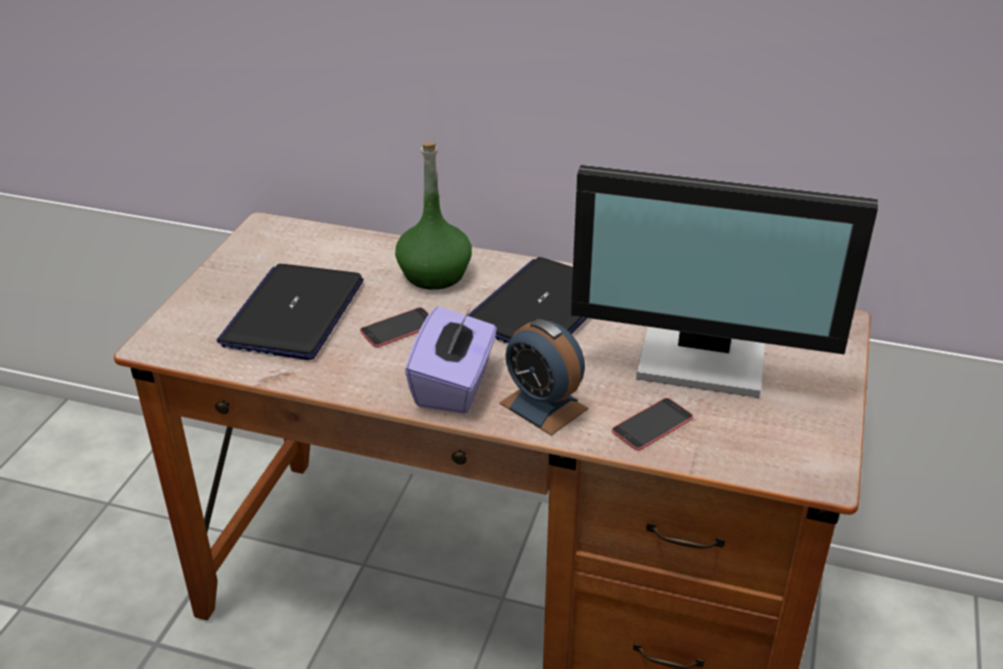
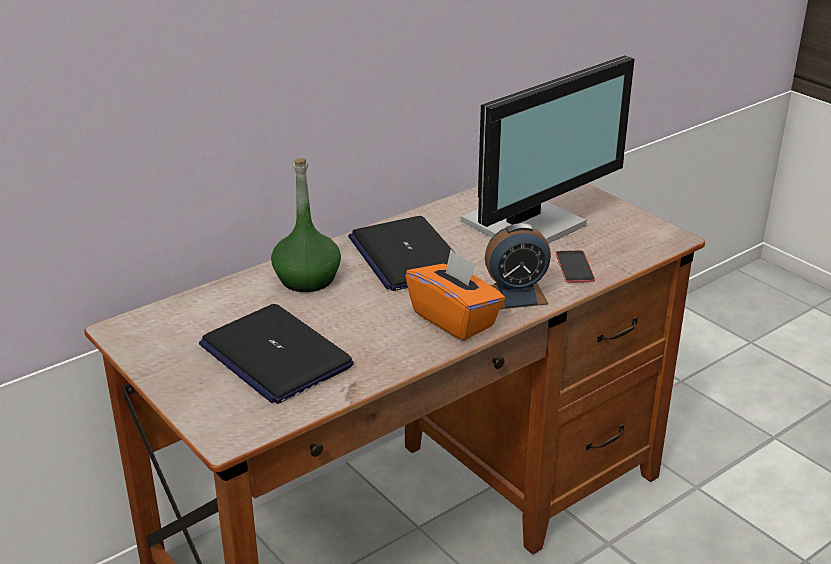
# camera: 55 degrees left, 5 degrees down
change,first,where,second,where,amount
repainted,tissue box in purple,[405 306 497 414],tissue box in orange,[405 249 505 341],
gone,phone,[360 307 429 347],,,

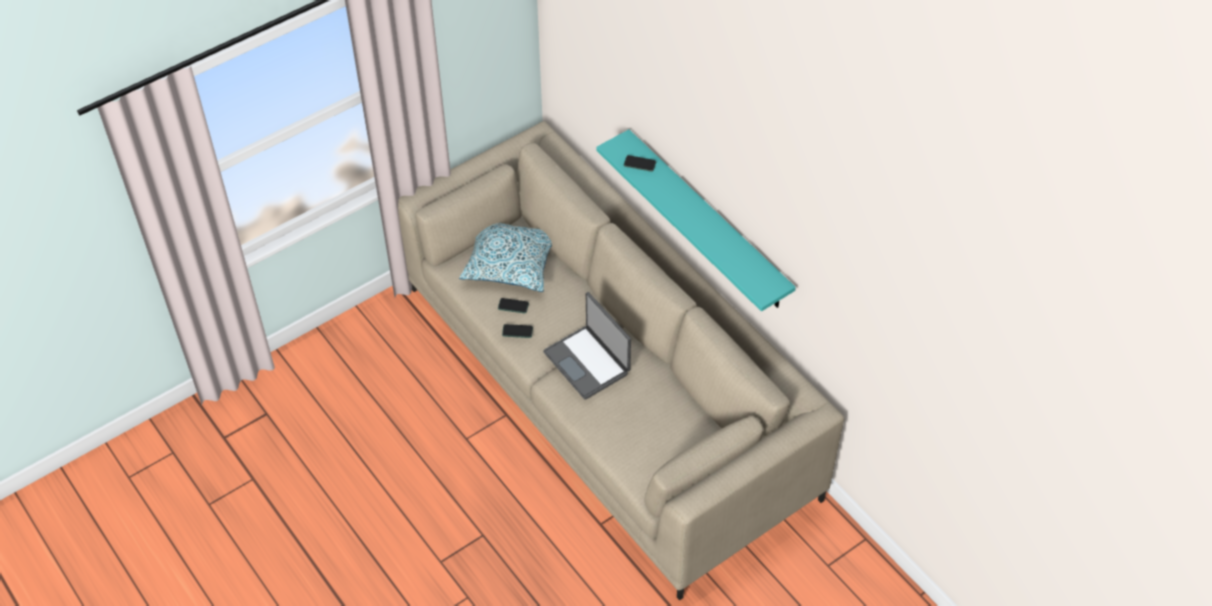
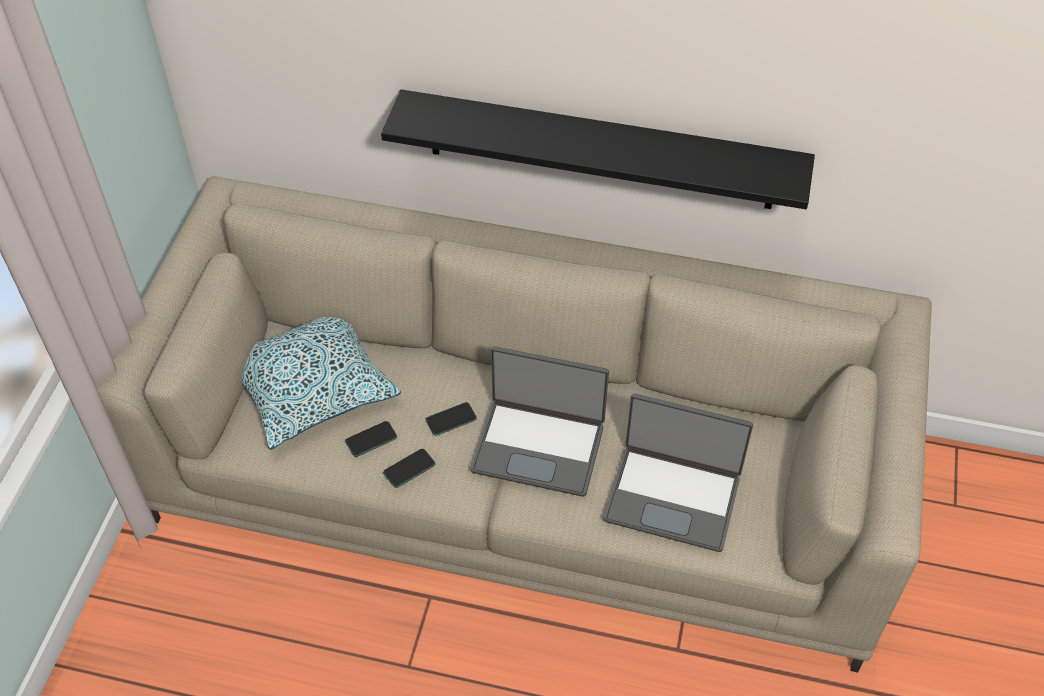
# camera: 40 degrees left, 0 degrees up
change,first,where,second,where,amount
repainted,shelf in turquoise,[596 129 796 311],shelf in black,[381 89 815 209],
shifted,phone,[624 155 656 172],,[425 402 477 436],
new,,,laptop,[603 393 753 552],

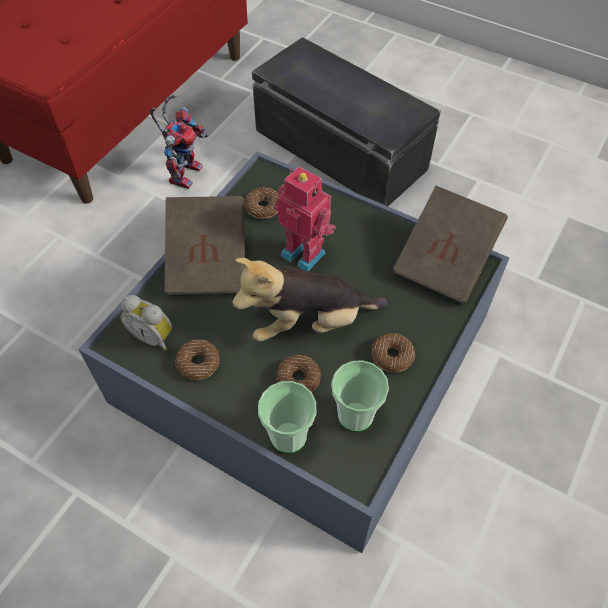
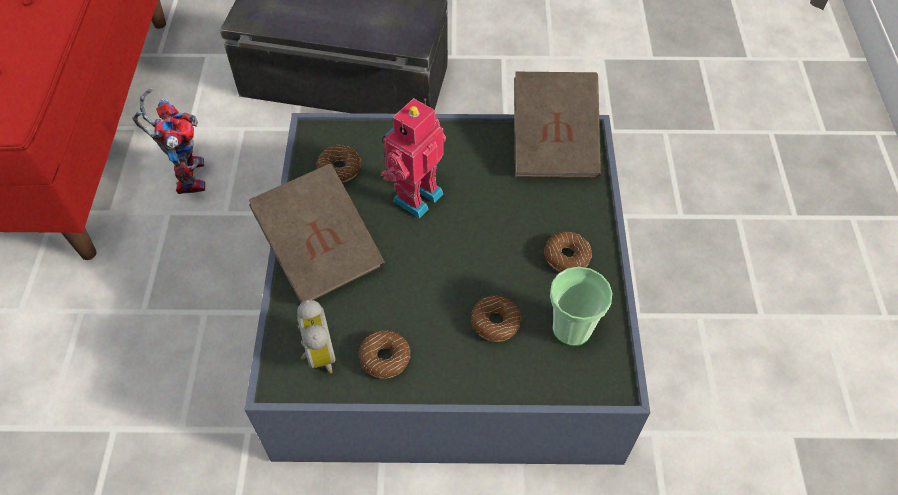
# camera: 30 degrees left, 0 degrees up
change,first,where,second,where,amount
rotated,alarm clock,[121 295 172 350],,[297 300 336 374],105 degrees counterclockwise
rotated,toy robot,[274 166 336 271],,[381 98 446 218],60 degrees counterclockwise
gone,plush toy,[233 258 387 342],,,
gone,cup,[258 381 316 453],,,

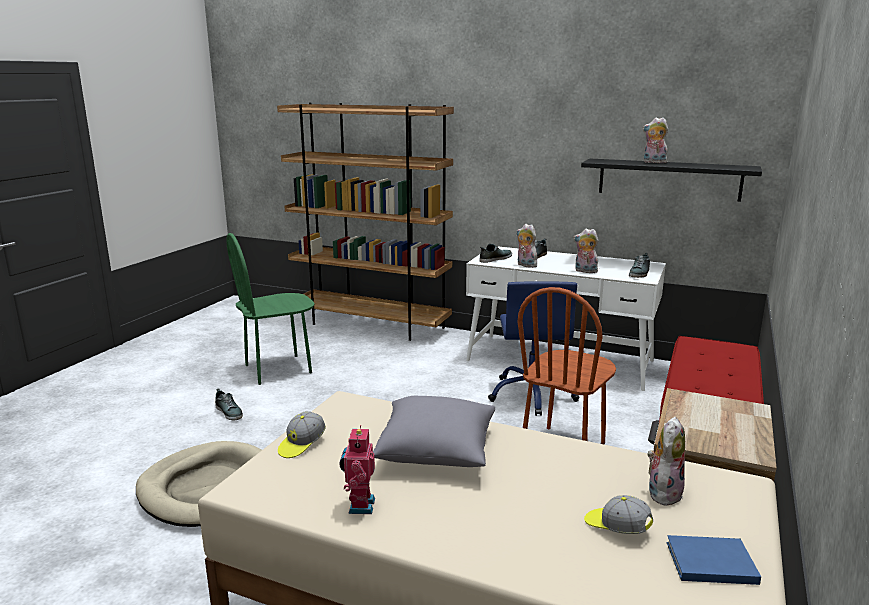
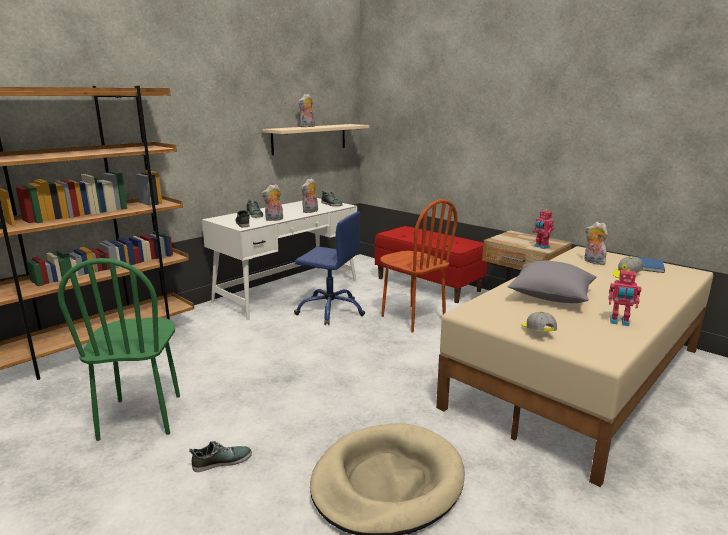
# camera: 70 degrees left, 0 degrees up
change,first,where,second,where,amount
repainted,shelf in black,[581 158 762 202],shelf in beige,[262 124 369 155],
rotated,cap,[278 411 326 458],,[521 311 557 332],150 degrees counterclockwise
new,,,toy robot,[533 209 554 249],

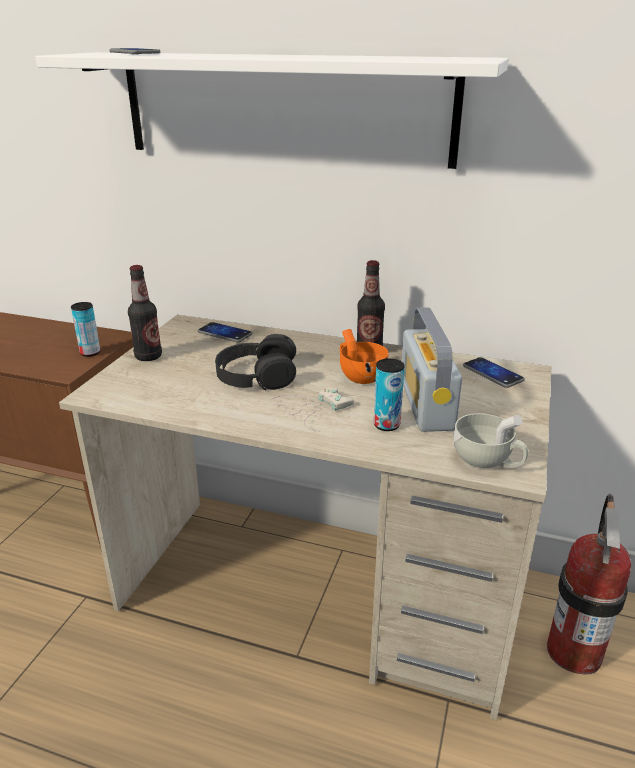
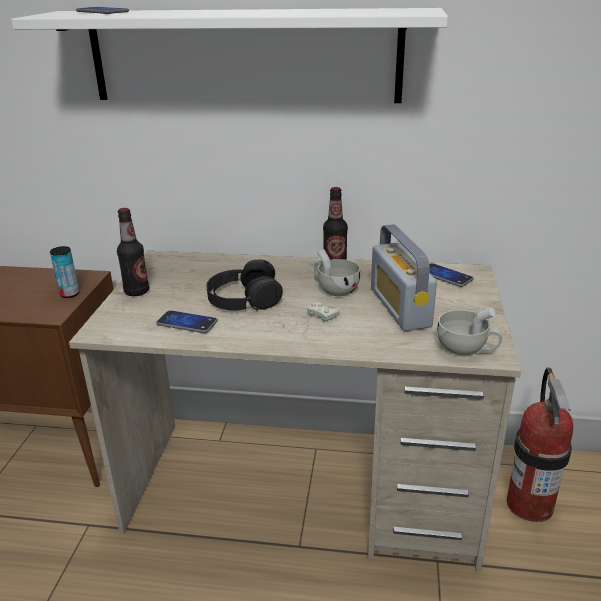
# camera: 10 degrees left, 0 degrees up
change,first,where,second,where,amount
shifted,phone,[198 322 252 343],,[156 310 218 333],
repainted,cup in orange,[340 329 388 384],cup in white,[314 249 360 296],
gone,can,[374 358 405 431],,,

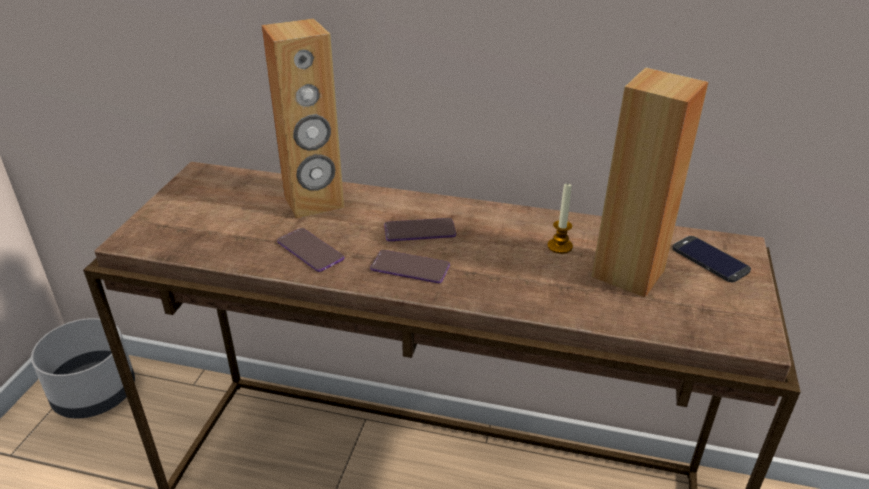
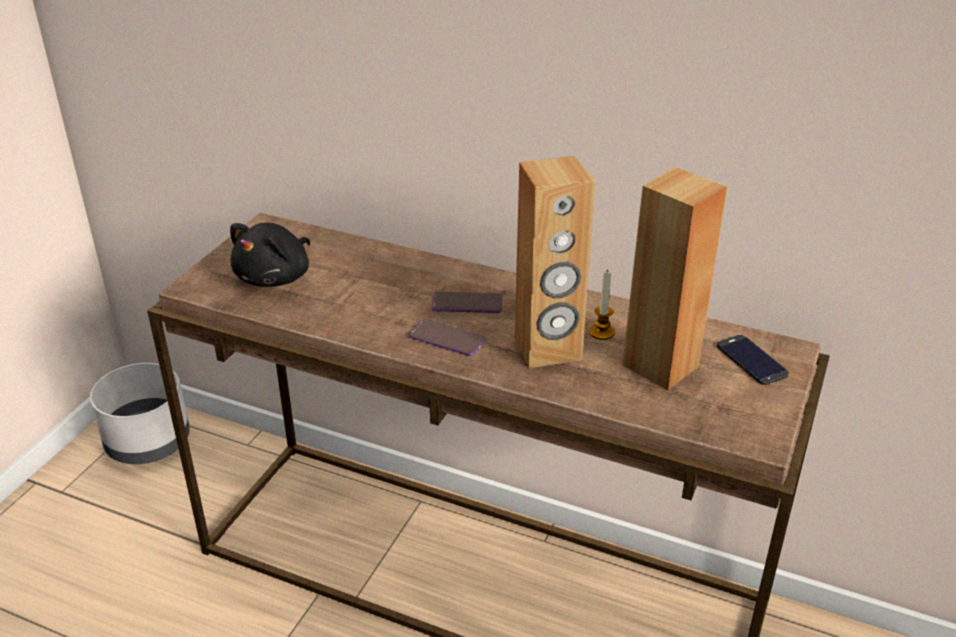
# camera: 10 degrees right, 0 degrees up
change,first,where,second,where,amount
new,,,plush toy in black,[230 223 310 287],
shifted,speaker in brown,[262 18 344 219],,[515 156 595 368],
gone,phone,[277 228 344 272],,,

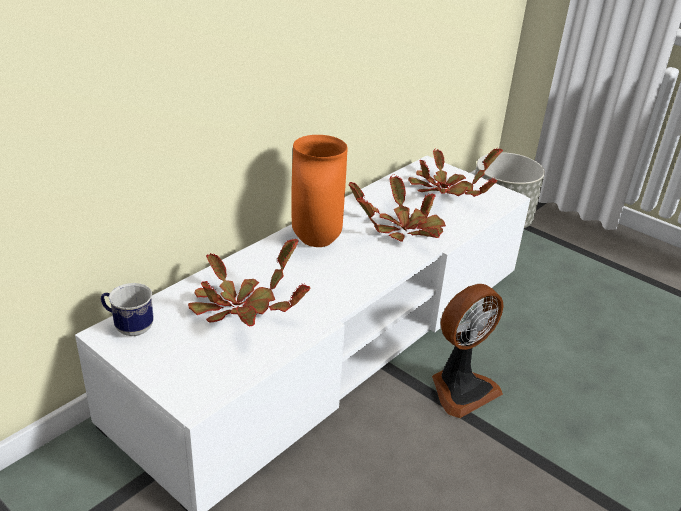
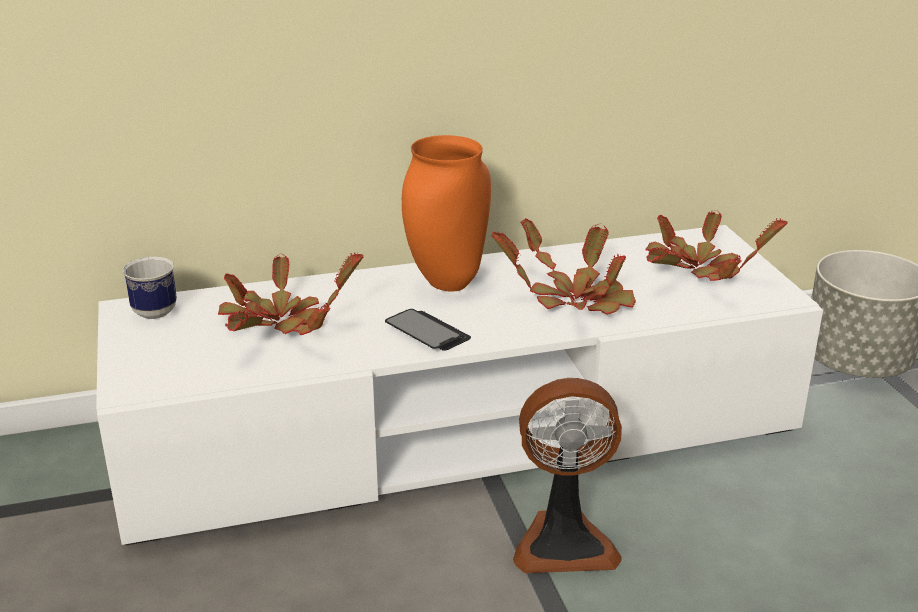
# camera: 35 degrees right, 5 degrees down
change,first,where,second,where,amount
new,,,phone,[385 309 471 351],

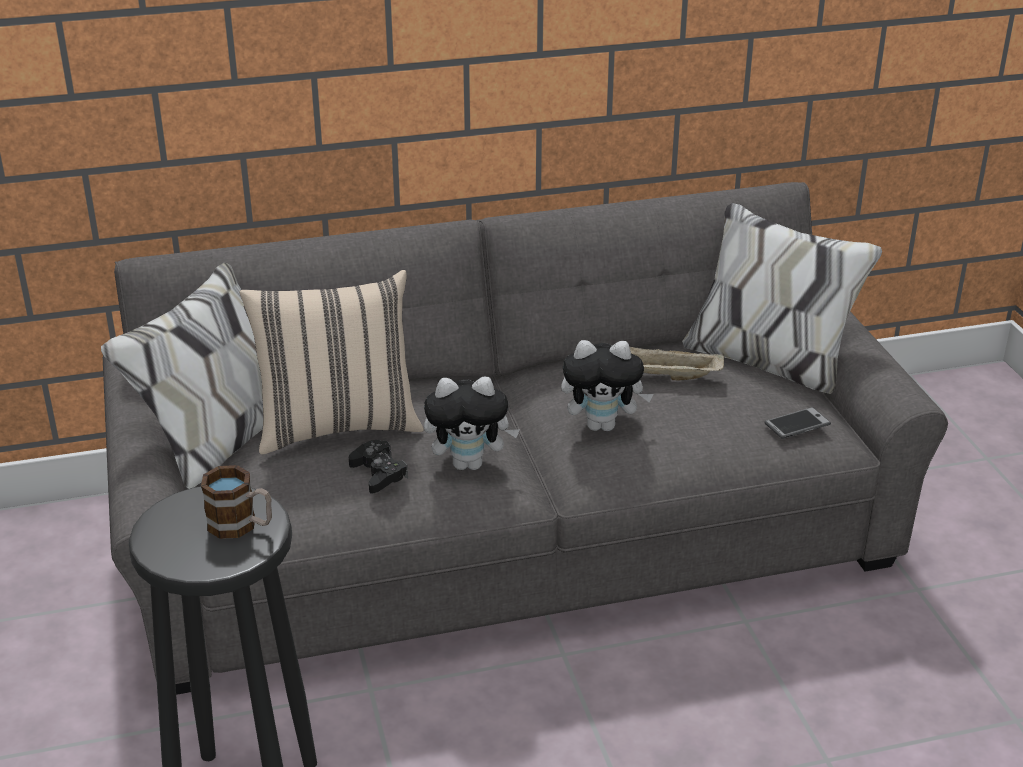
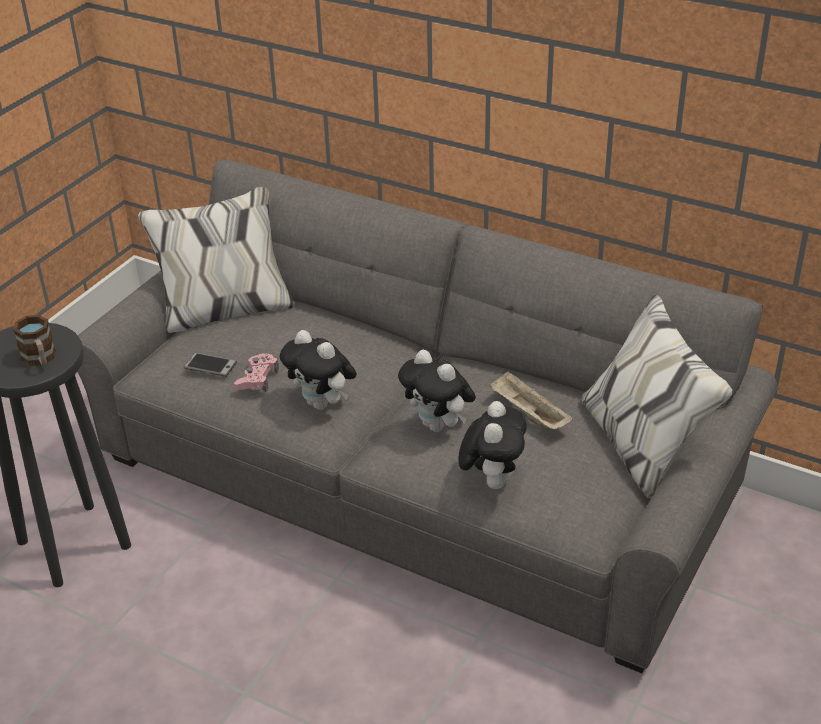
# camera: 45 degrees right, 5 degrees up
change,first,where,second,where,amount
shifted,phone,[765 407 831 439],,[184 353 237 377],
repainted,game controller in black,[349 440 408 494],game controller in pink,[234 354 279 392],
new,,,plush toy,[458 401 527 489],
gone,pillow in beige,[240 270 424 455],,,

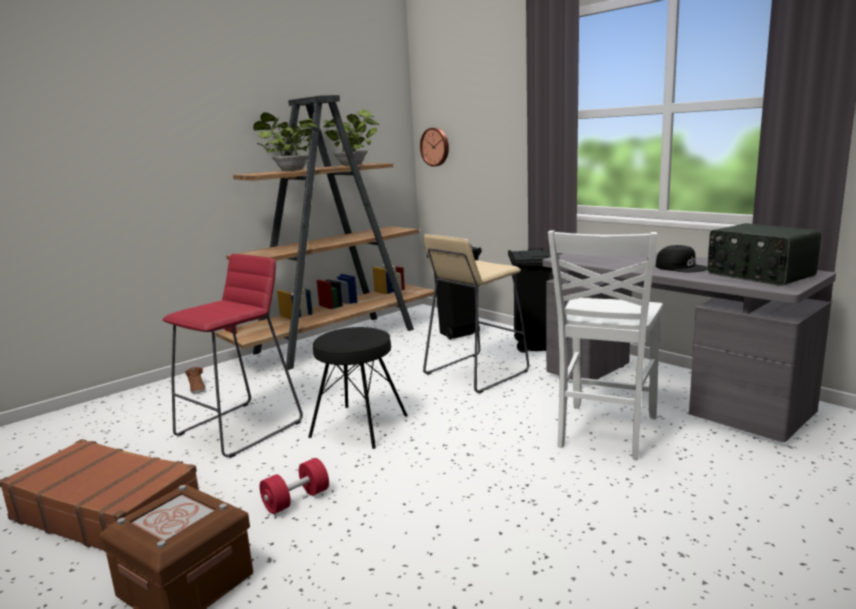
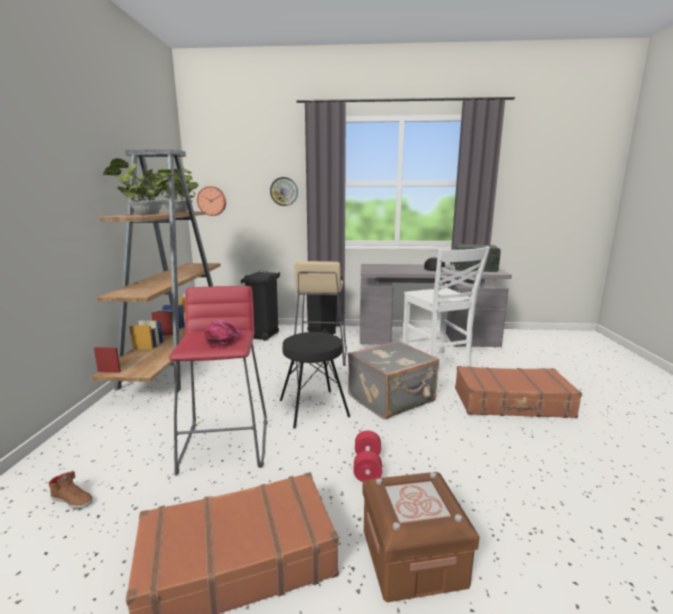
# camera: 45 degrees left, 0 degrees up
change,first,where,second,where,amount
shifted,shoe in brown,[185 367 205 393],,[48 471 93 509],
new,,,cap in pink,[204 320 243 347],
new,,,wall clock,[270 177 298 206],
new,,,suitcase in grey,[348 340 439 419],
new,,,suitcase in brown,[455 366 582 418],

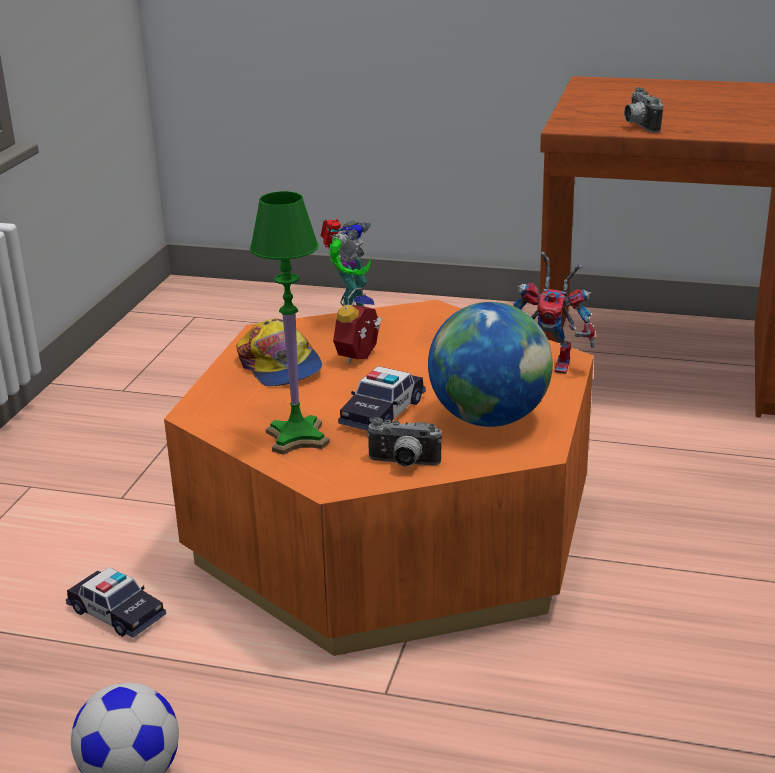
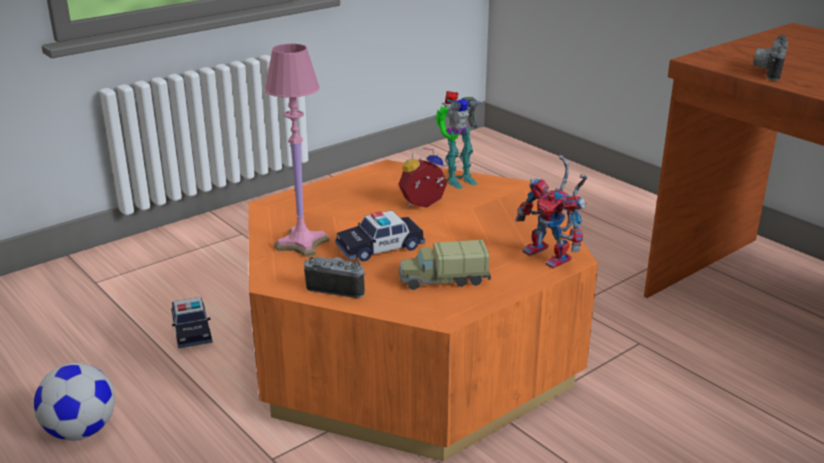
# camera: 35 degrees right, 0 degrees up
change,first,where,second,where,amount
repainted,table lamp in green,[250 191 330 455],table lamp in pink,[264 43 329 257],
rotated,photo camera,[366 417 442 467],,[304 257 366 298],150 degrees clockwise
swapped,globe,[428 302 553 427],toy truck,[398 240 491 290],
gone,cap,[236 318 322 386],,,

